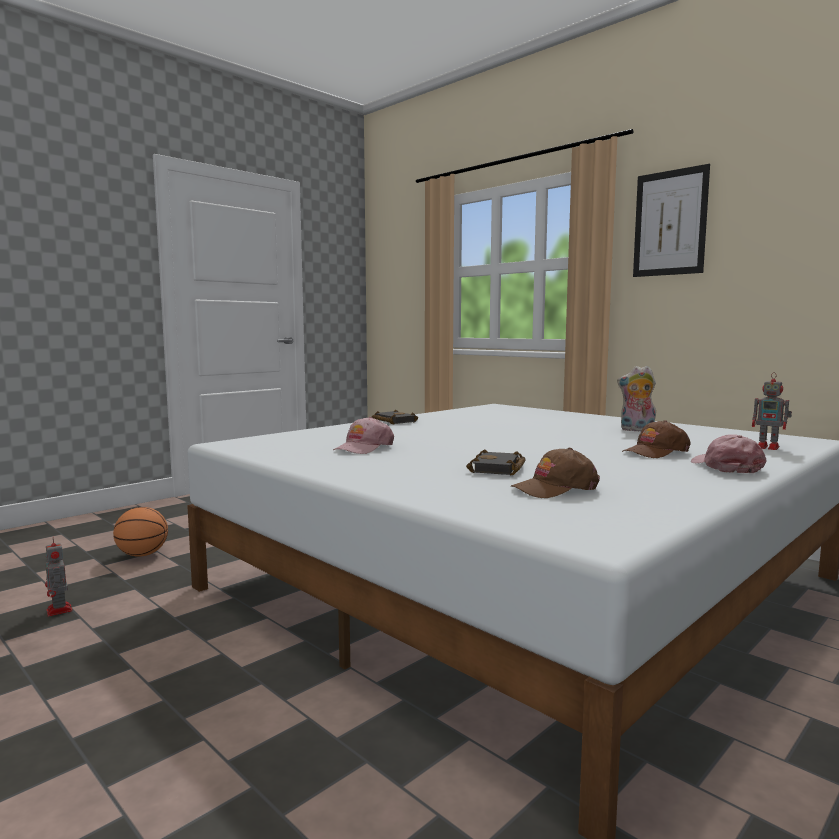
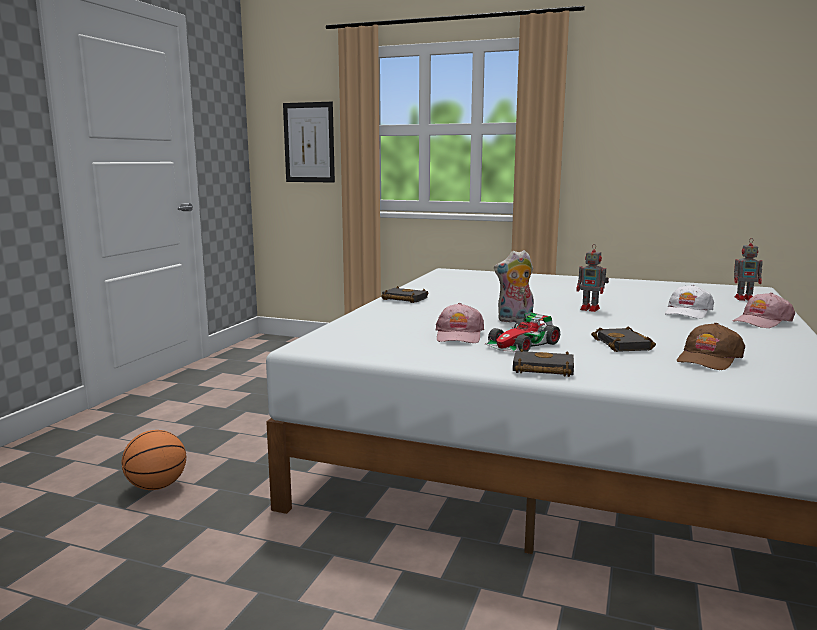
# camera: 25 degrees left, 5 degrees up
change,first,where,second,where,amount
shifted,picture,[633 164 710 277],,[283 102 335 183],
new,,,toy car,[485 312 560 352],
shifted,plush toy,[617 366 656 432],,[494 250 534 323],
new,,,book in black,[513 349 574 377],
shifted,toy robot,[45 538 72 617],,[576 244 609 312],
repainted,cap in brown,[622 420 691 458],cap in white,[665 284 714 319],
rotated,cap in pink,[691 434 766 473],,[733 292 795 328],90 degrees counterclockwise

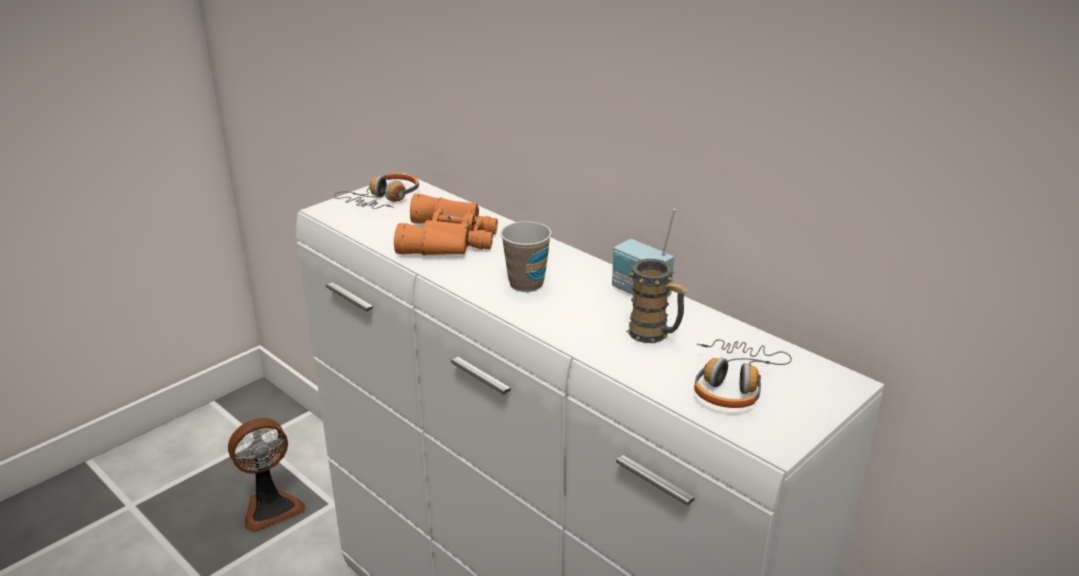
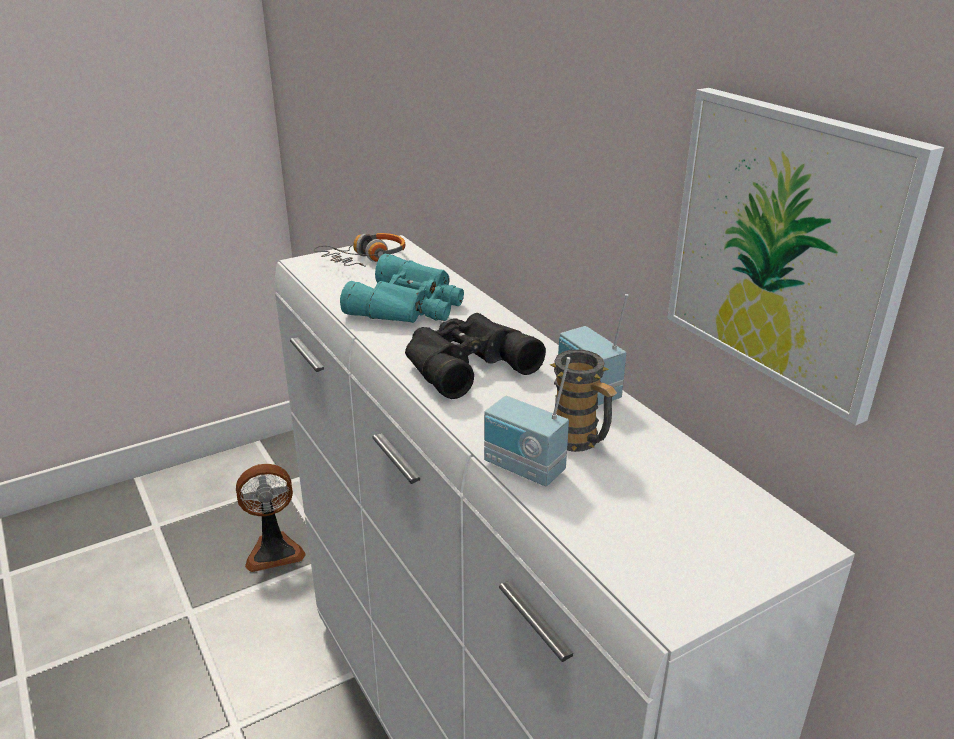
# camera: 15 degrees right, 0 degrees up
change,first,where,second,where,amount
repainted,binoculars in orange,[394 194 498 255],binoculars in turquoise,[340 254 464 323],
swapped,cup,[500 221 552 292],binoculars in black,[405 313 546 399],
new,,,radio,[484 357 571 486],
new,,,picture,[667 88 944 426],
gone,headphones,[694 339 792 408],,,

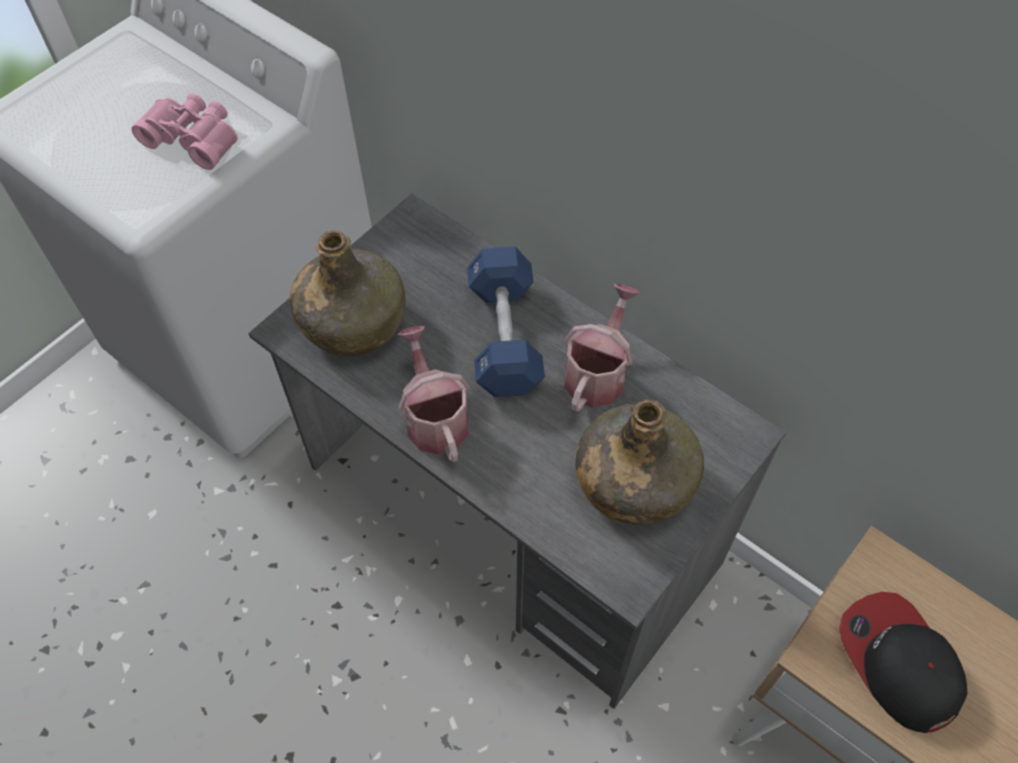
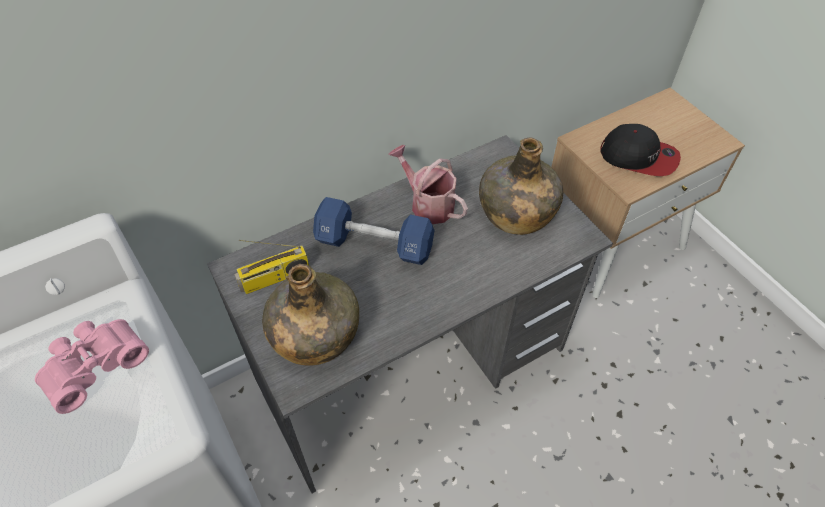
# camera: 70 degrees left, 5 degrees down
change,first,where,second,where,amount
new,,,radio,[234 240 309 294],
rotated,cap,[839 592 967 733],,[600 124 681 176],150 degrees counterclockwise
gone,watering can,[397 326 470 462],,,

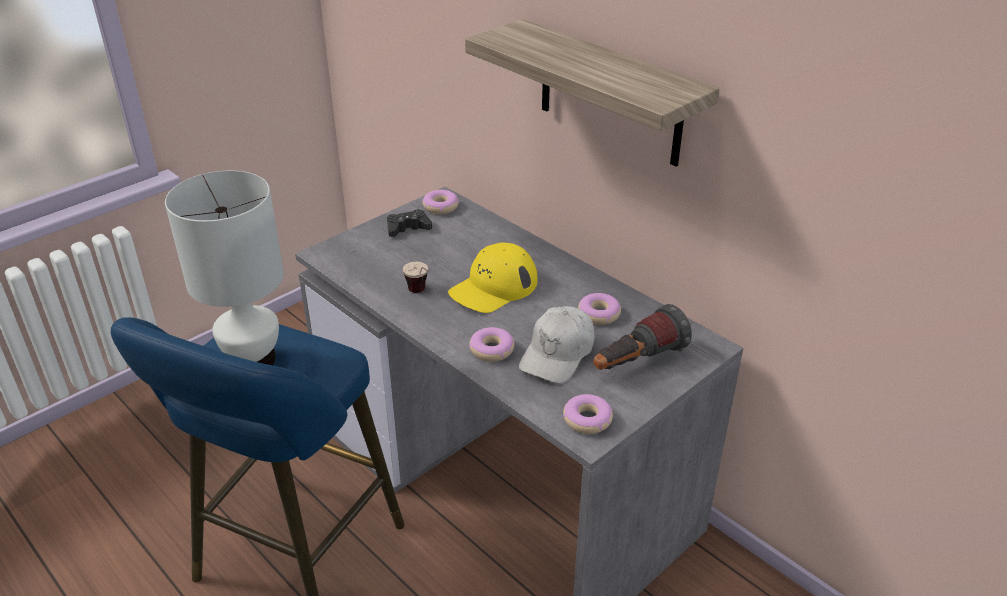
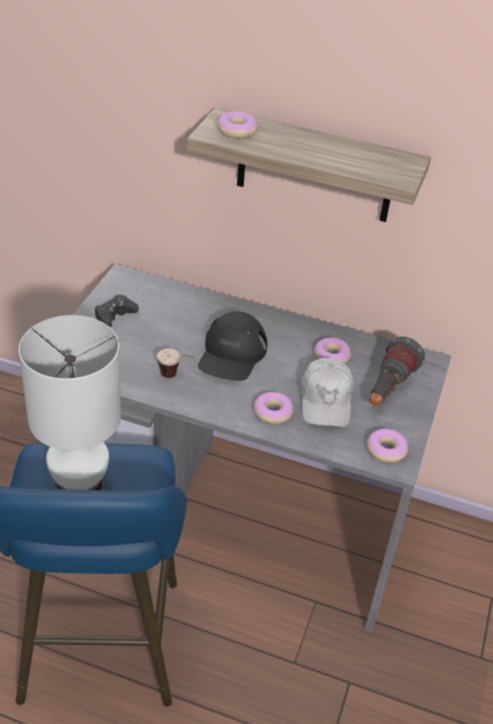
# camera: 30 degrees left, 5 degrees up
change,first,where,second,where,amount
repainted,cap in yellow,[448 242 537 313],cap in black,[198 311 268 381],
shifted,donut,[422 190 459 214],,[217 111 258 139],

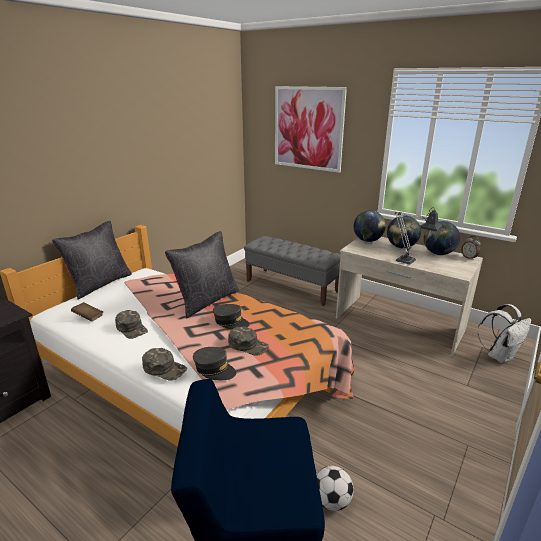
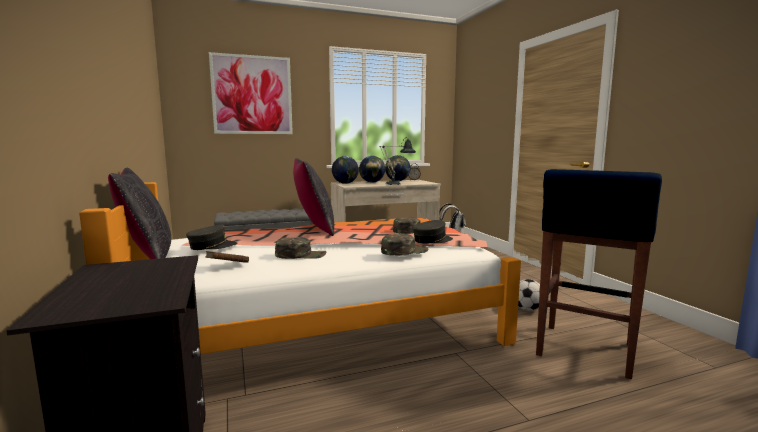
# camera: 55 degrees left, 15 degrees down
change,first,where,second,where,amount
shifted,cap in grey,[213 304 250 329],,[186 225 237 250],

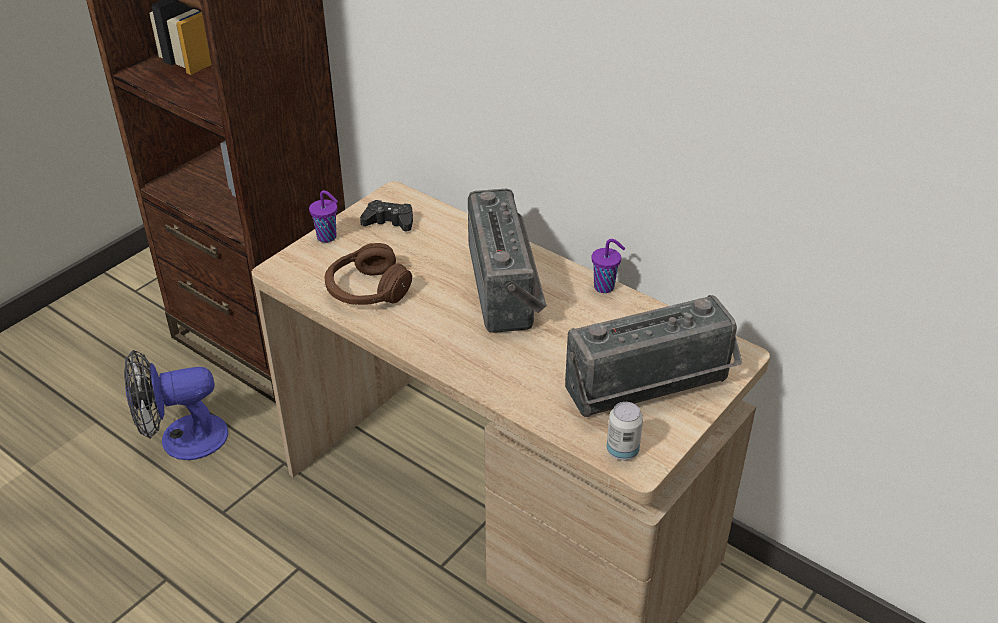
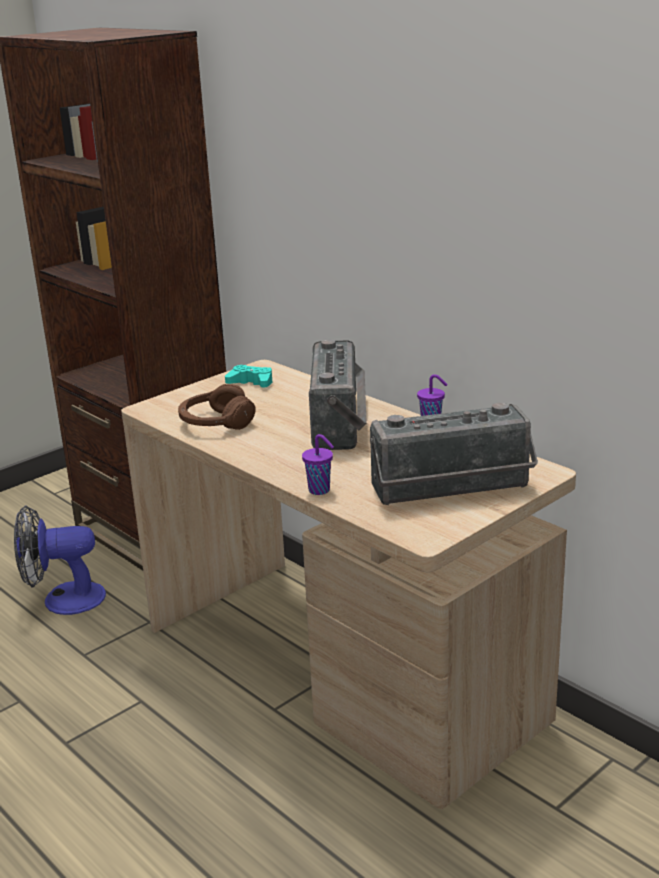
# camera: 10 degrees right, 15 degrees down
change,first,where,second,where,amount
repainted,game controller in black,[360 200 413 231],game controller in turquoise,[225 365 272 388],
shifted,cup in purple,[309 190 338 243],,[302 434 334 495],
gone,can,[606 402 643 460],,,

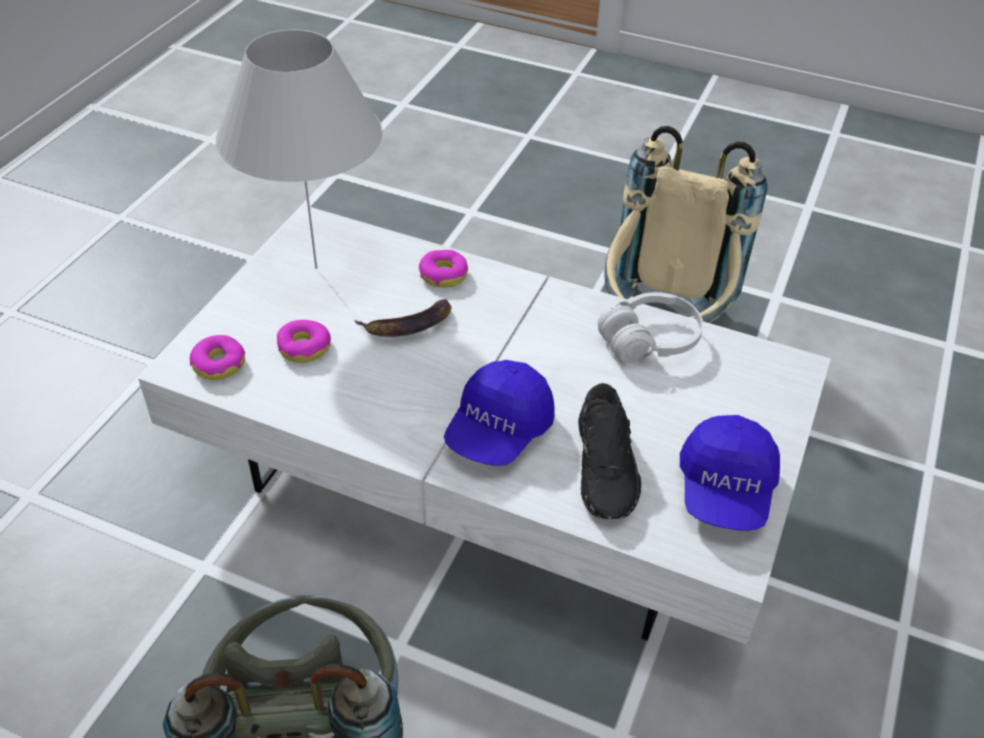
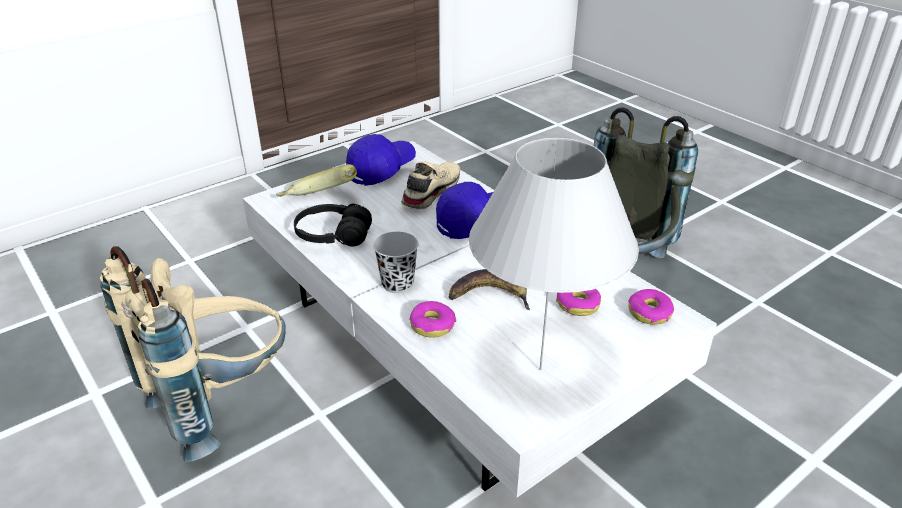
# camera: 150 degrees left, 10 degrees down
change,first,where,second,where,amount
new,,,banana,[276 164 357 197],
repainted,headphones in white,[598 292 703 363],headphones in black,[294 204 372 247],
new,,,cup in black,[373 232 419 293],
repainted,shoe in black,[578 383 641 519],shoe in beige,[401 161 461 210],

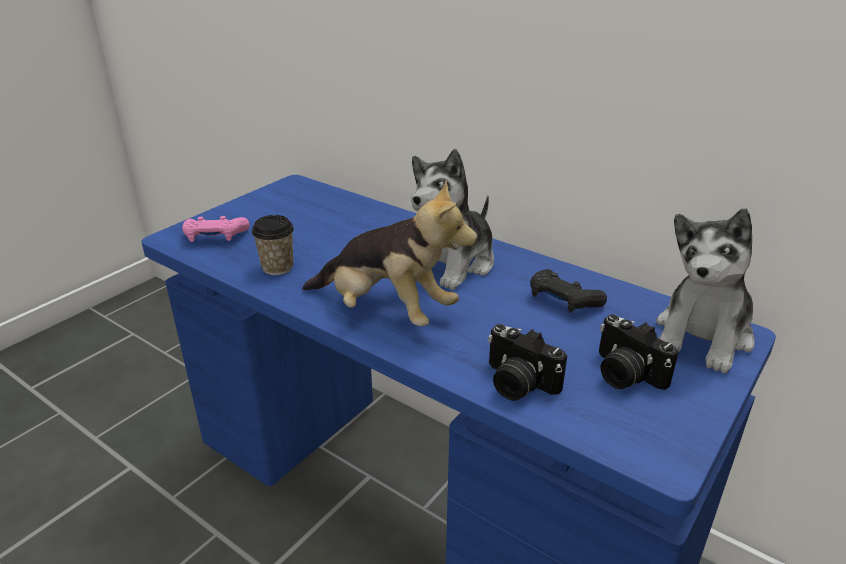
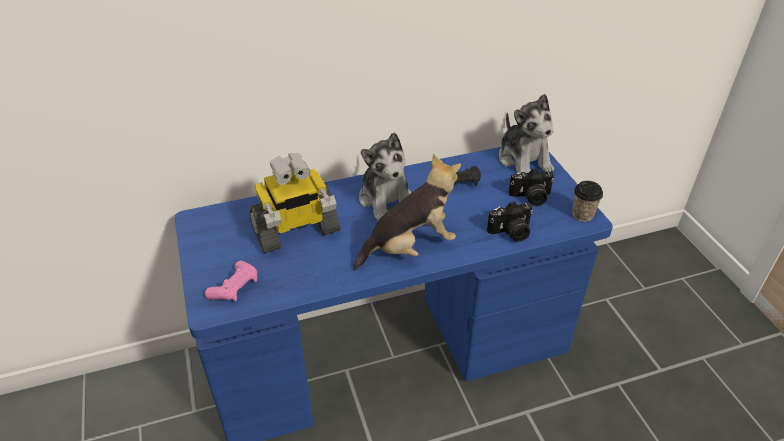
# camera: 55 degrees left, 10 degrees up
change,first,where,second,where,amount
new,,,toy robot,[249 153 341 253],
shifted,cup,[252 215 294 275],,[572 181 603 222],

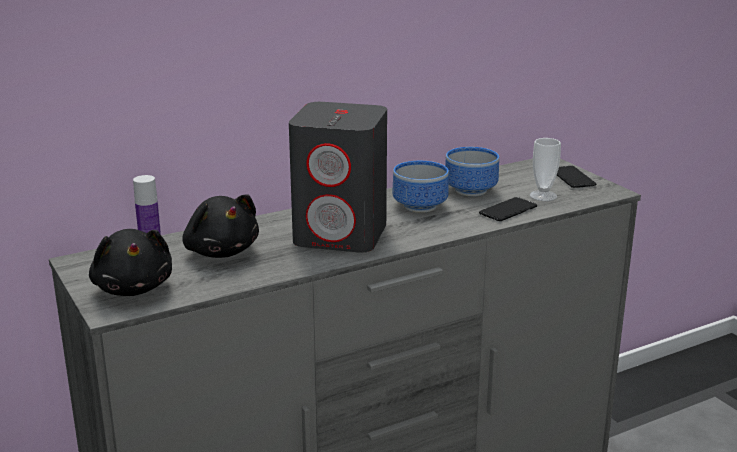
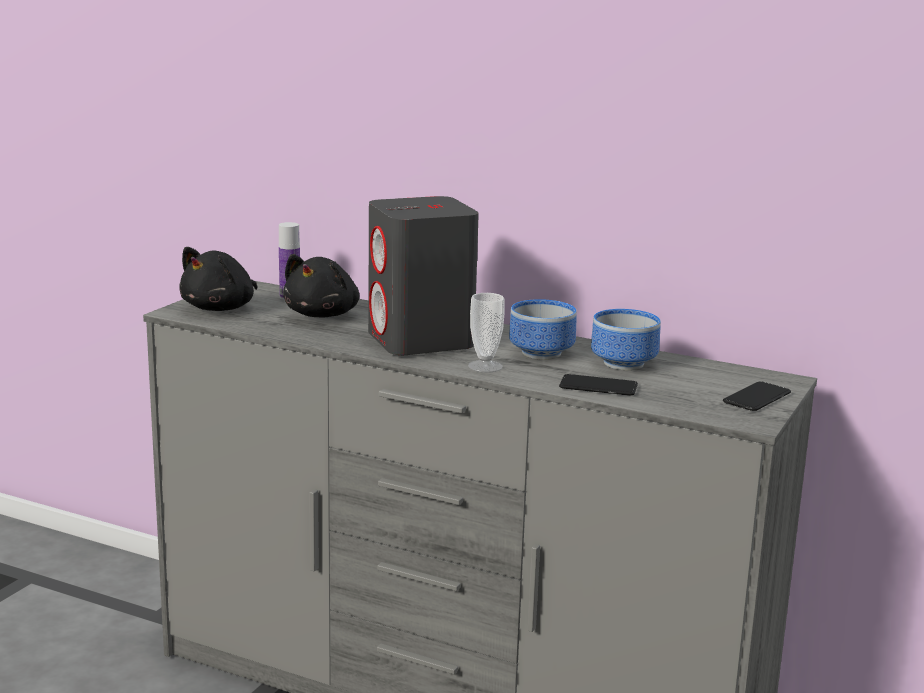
# camera: 55 degrees right, 5 degrees down
change,first,where,second,where,amount
shifted,cup,[530 138 561 201],,[468 293 504 372],

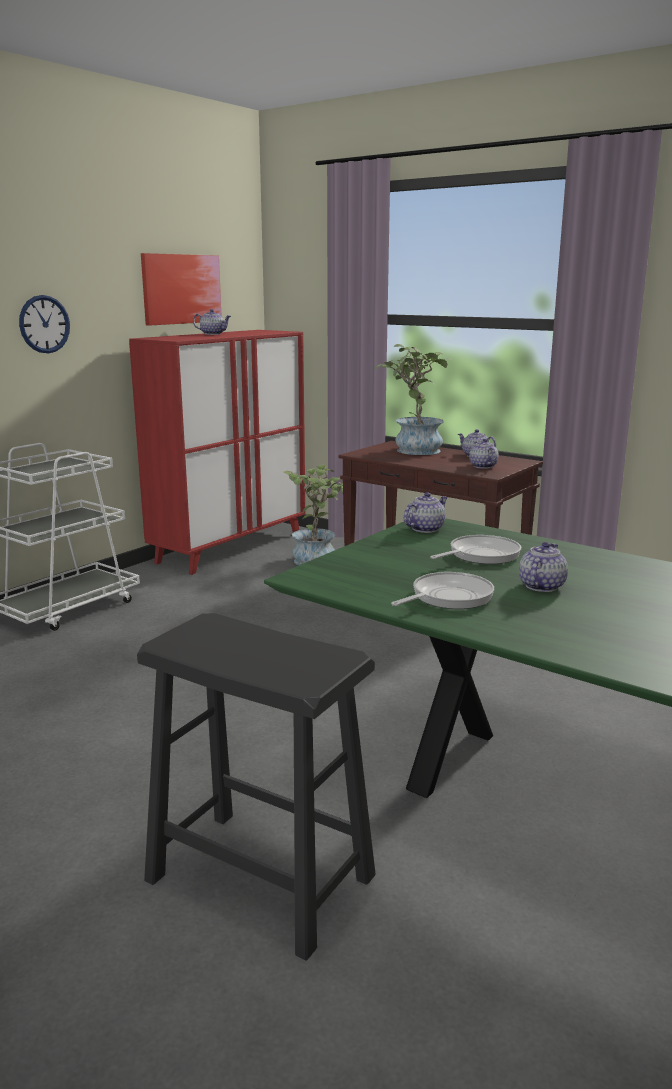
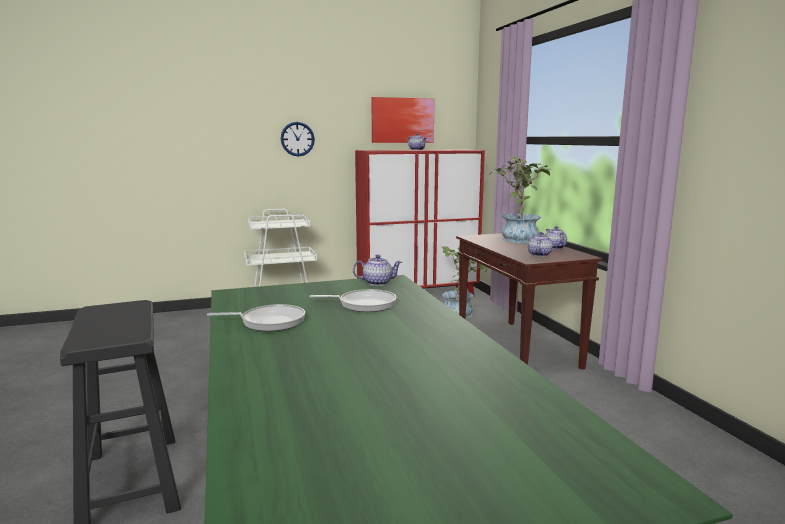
# camera: 35 degrees right, 5 degrees down
change,first,where,second,where,amount
gone,teapot,[519 542 568 592],,,

